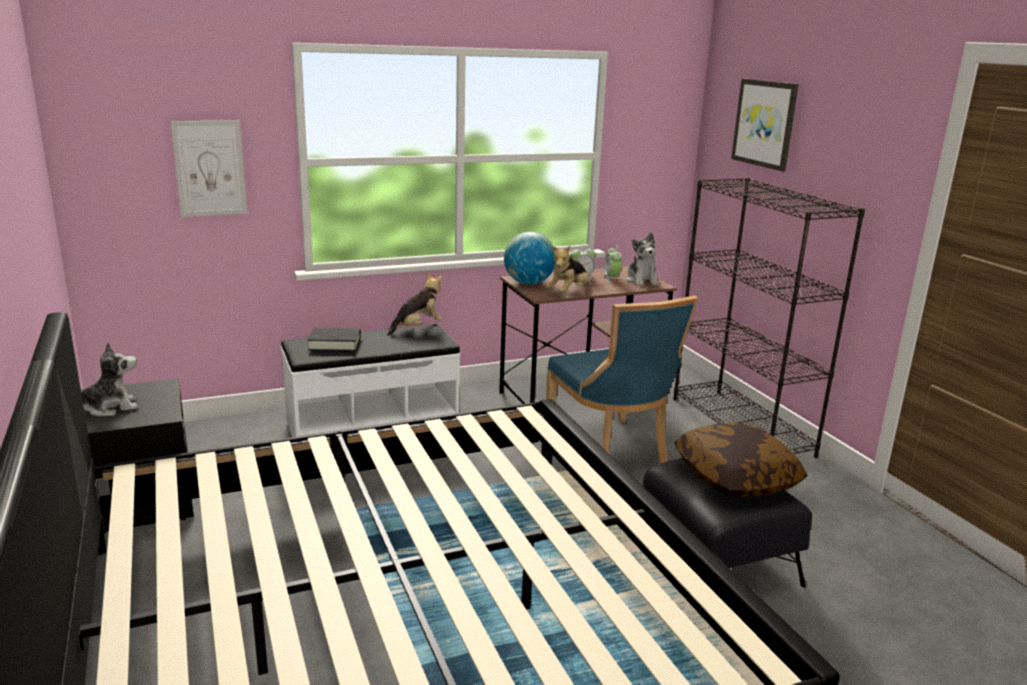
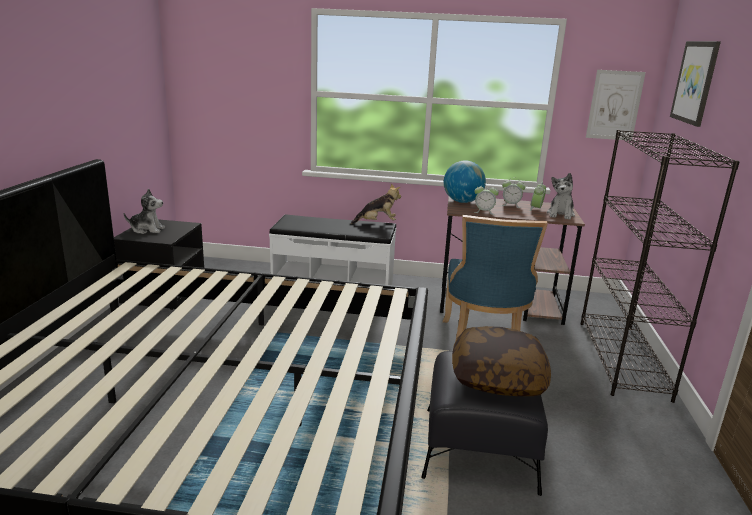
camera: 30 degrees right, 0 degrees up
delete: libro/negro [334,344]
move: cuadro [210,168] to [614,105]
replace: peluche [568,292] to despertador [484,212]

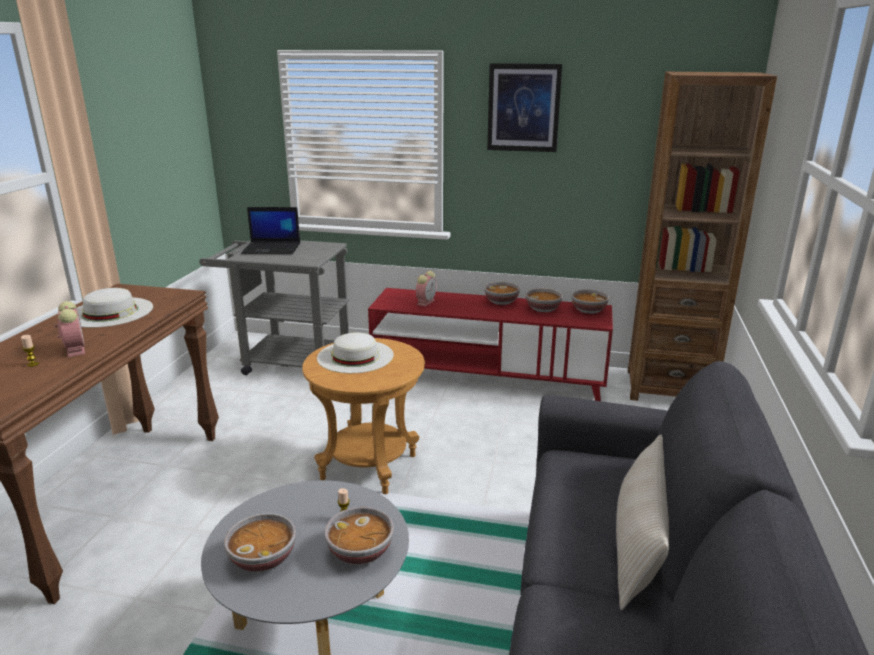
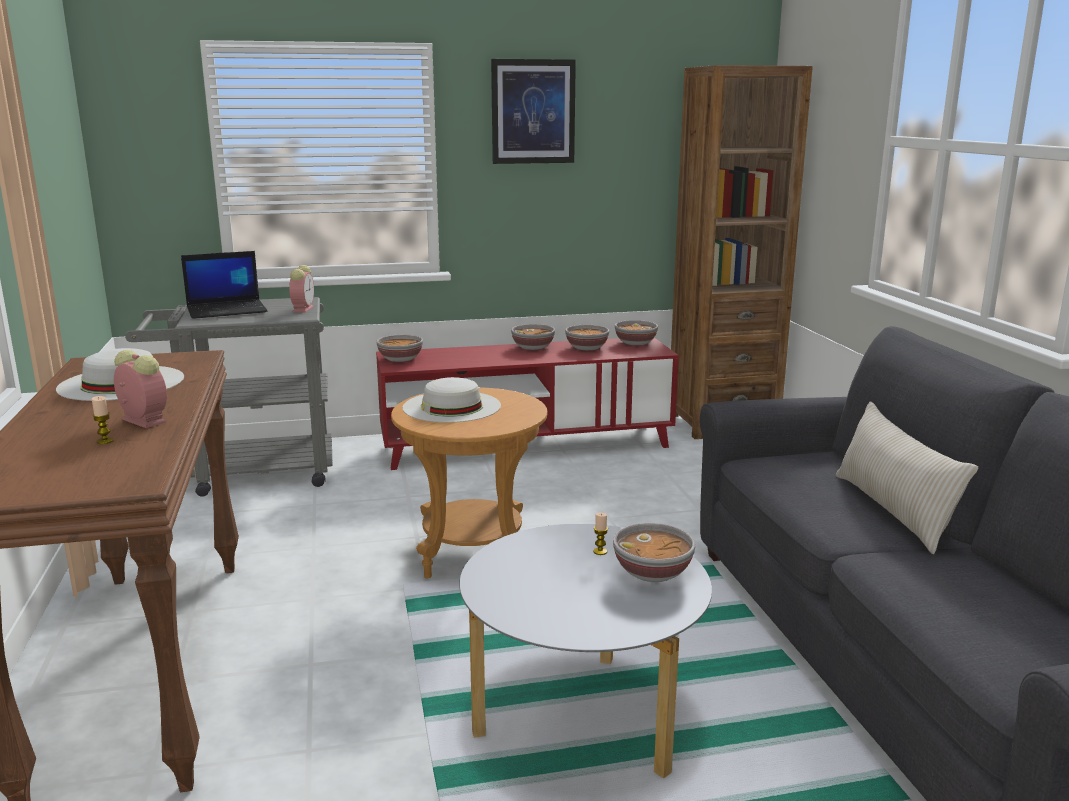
camera: 25 degrees left, 5 degrees down
move: despertador [426,302] to [303,309]; cuenco [263,558] to [400,359]

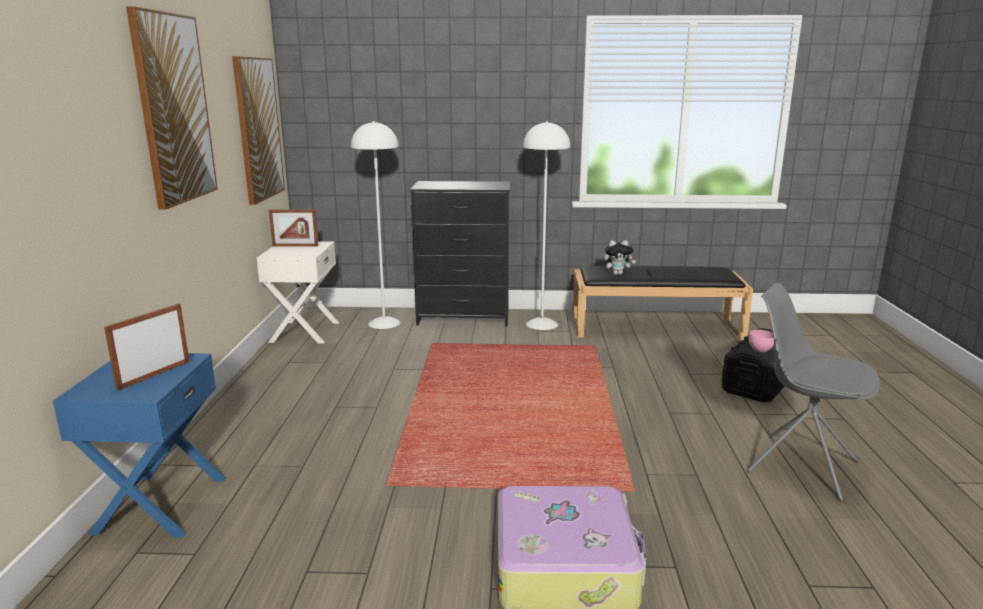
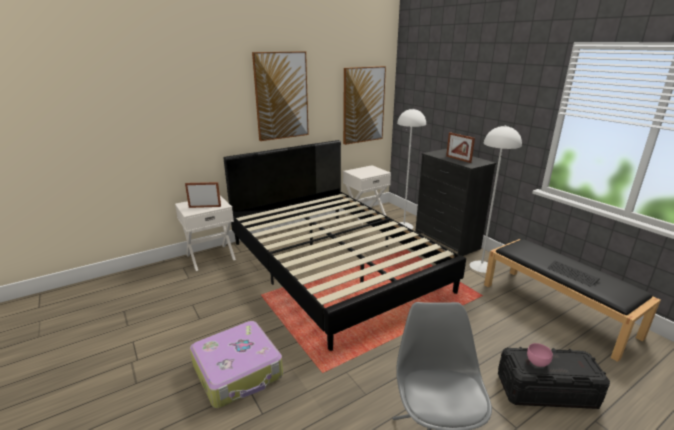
camera: 55 degrees right, 5 degrees up
delete: peluche [617,274]
insert: cama/negro [334,265]
move: portarretratos [295,246] to [458,159]
recolor: mesita de noche/azul [159,505] to mesita de noche/blanco [210,257]

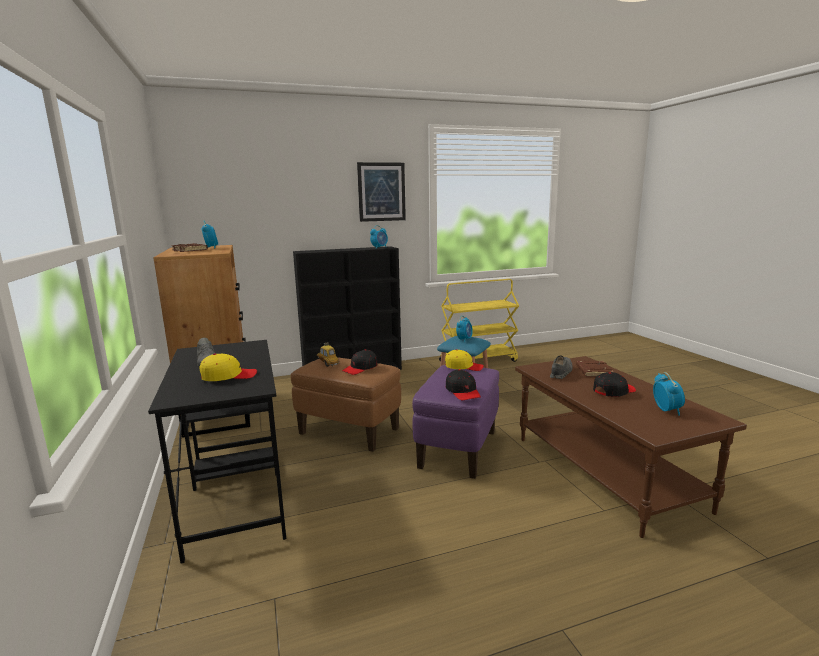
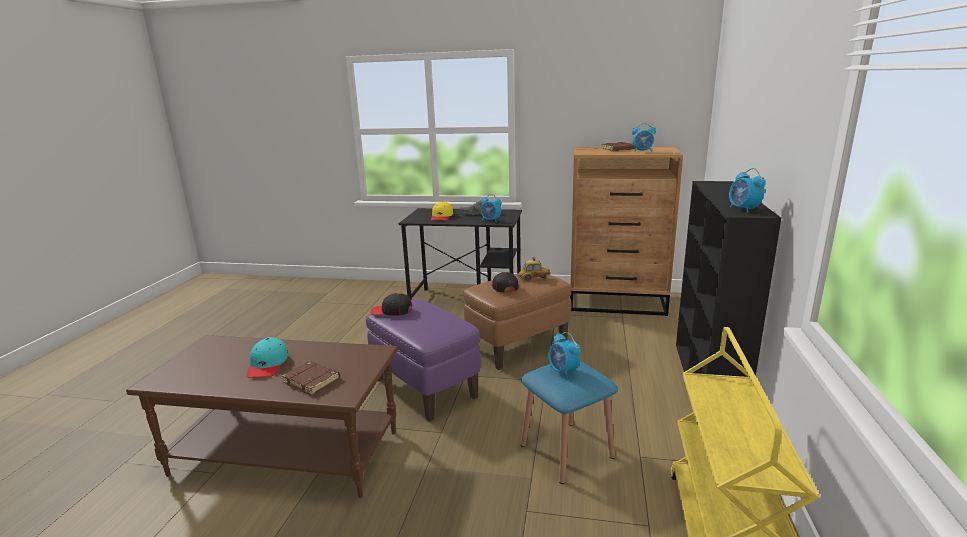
camera: 120 degrees right, 5 degrees up
delete: cuadro [381,192]; gorra/amarillo [463,367]; zapato/gris [560,372]
move: despertador [666,410] to [491,220]
recolor: gorra/negro [613,391] to gorra/turquesa [267,365]

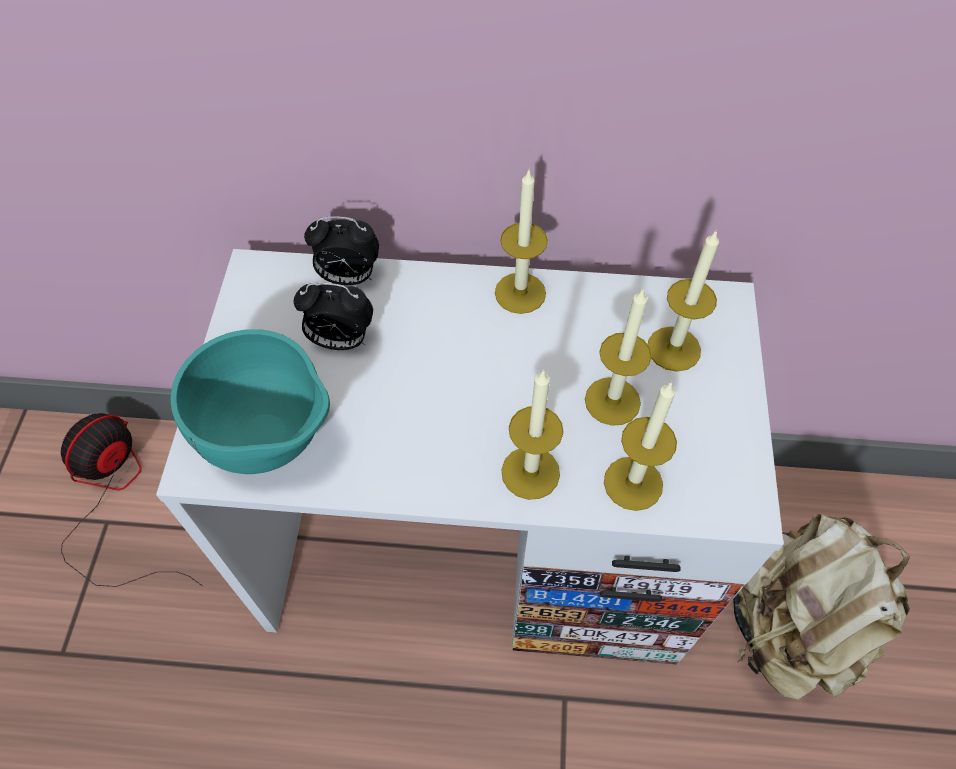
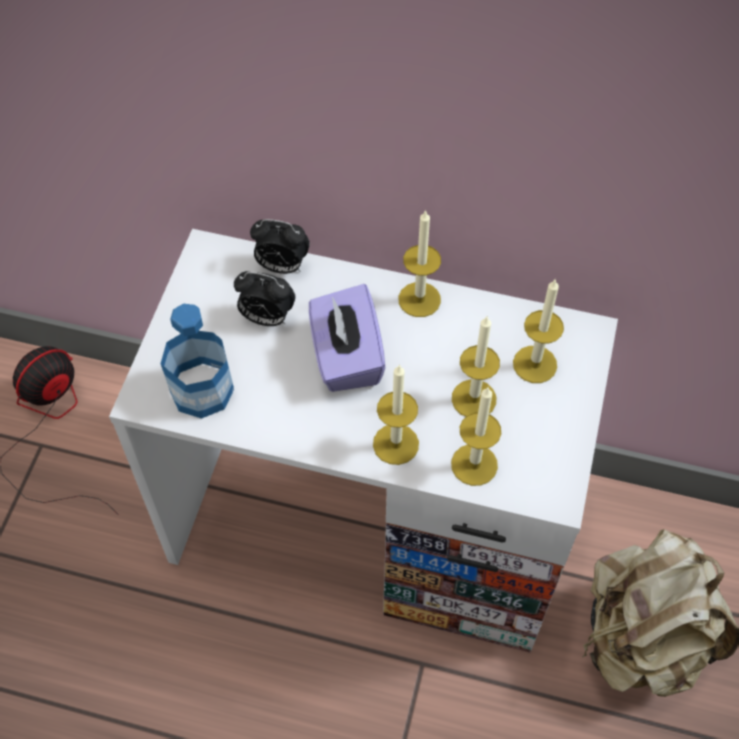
camera: 10 degrees right, 0 degrees up
insert: caja de pañuelos/morado [346,357]
replace: cuenco/turquesa [273,442] to botella [202,390]

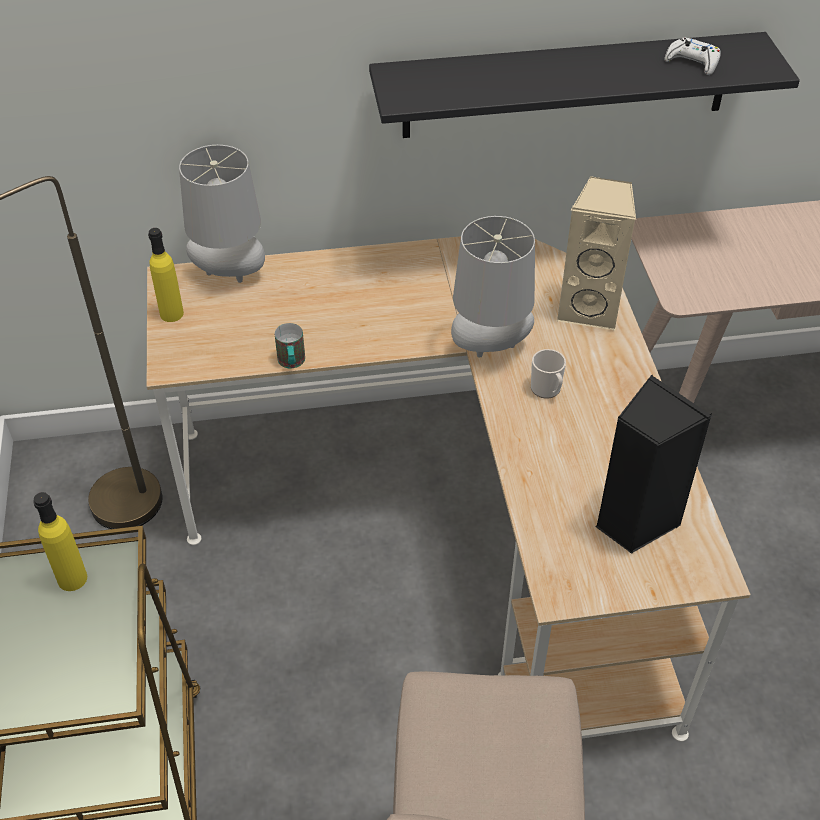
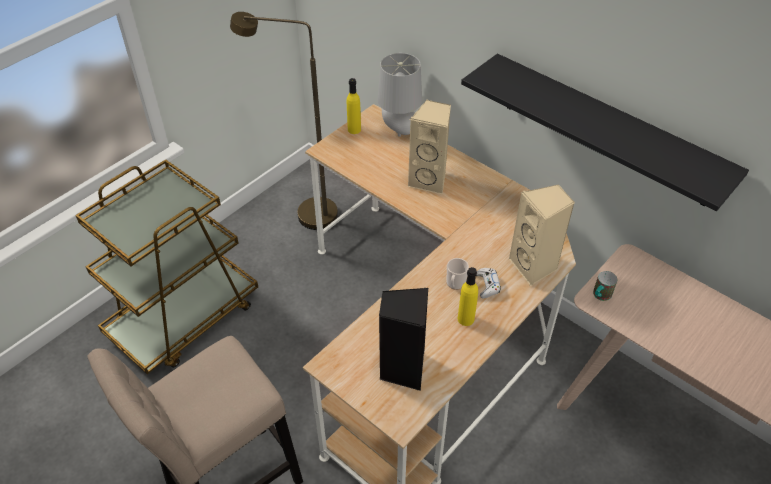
camera: 50 degrees right, 0 degrees up
delete: lámpara de mesa/gris [489,350]
insert: altavoz/beis [429,180]
move: mando de consola/blanco [692,62] to [487,285]; taza grande [292,363] to [600,296]; botella/amarillo [72,578] to [466,319]

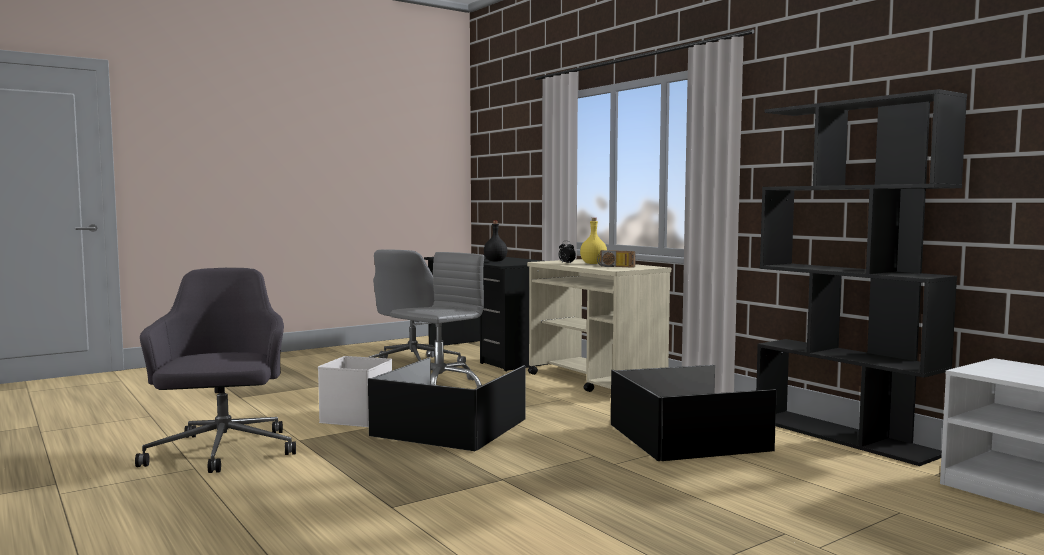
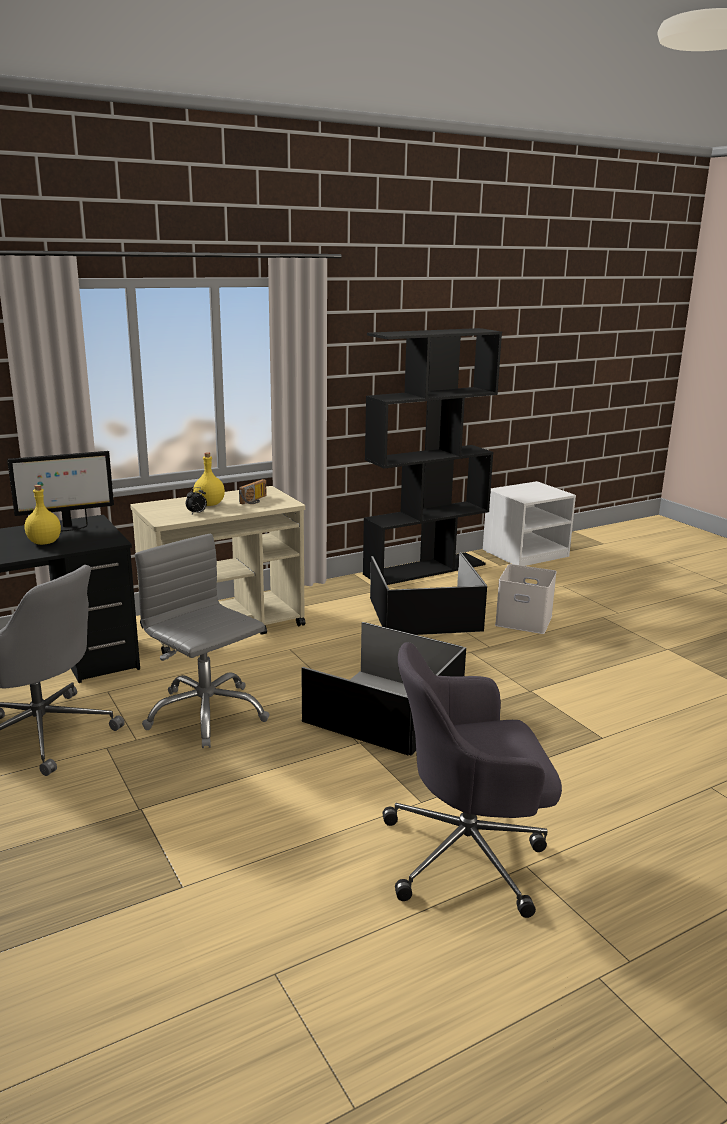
camera: 85 degrees left, 15 degrees up
insert: monitor [67,528]
move: caja de almacenaje/blanco [357,417] to [525,620]
recolor: botella/negro [495,261] to botella/amarillo [44,543]

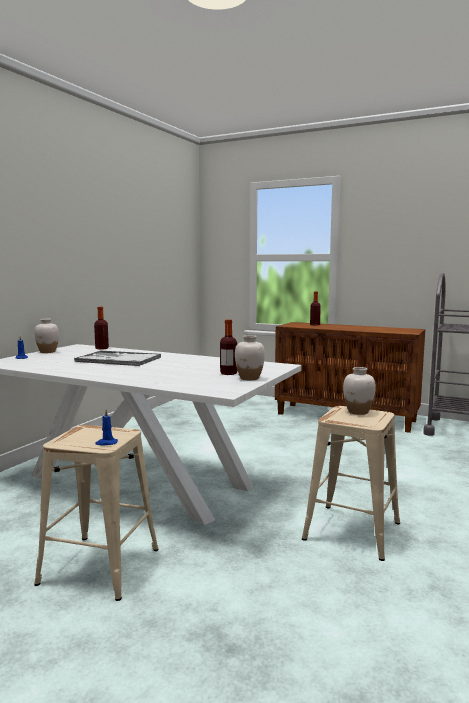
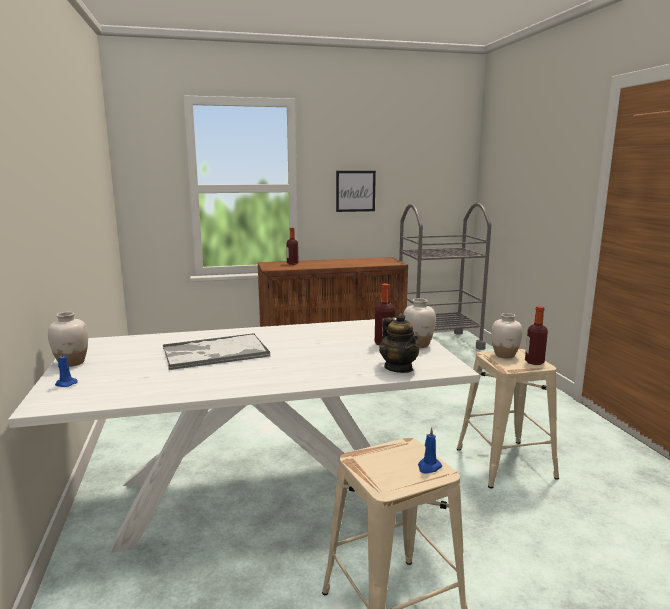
camera: 40 degrees left, 5 degrees up
insert: cuadro [355,191]; tetera [399,368]
move: botella [102,348] to [534,362]

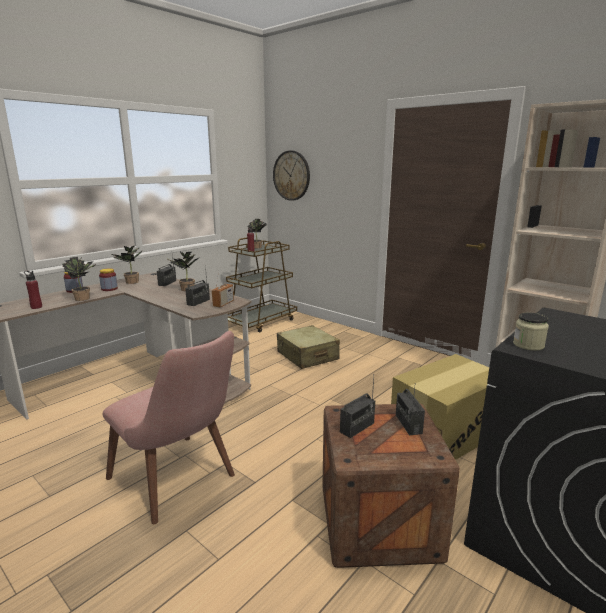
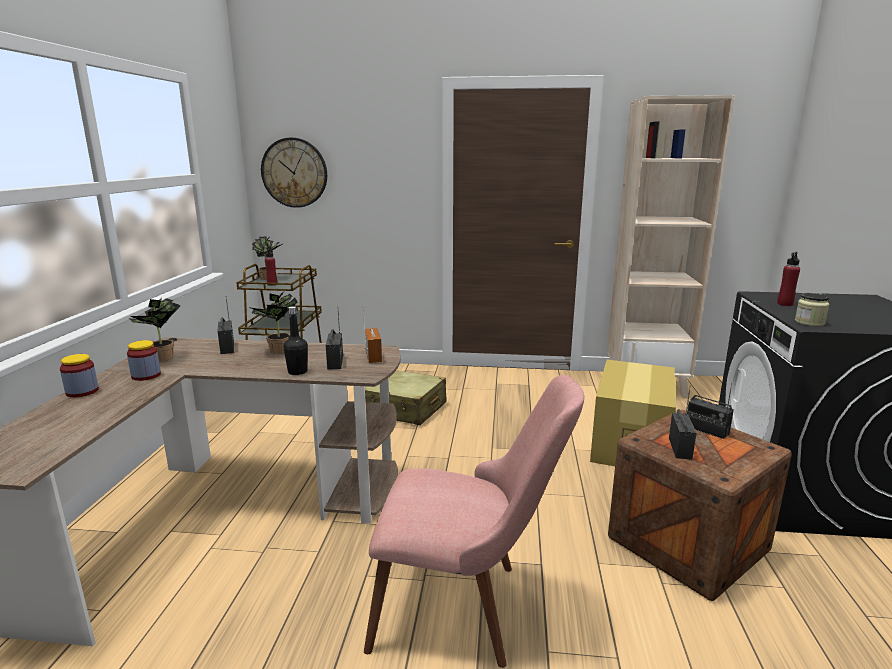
camera: 35 degrees left, 0 degrees up
delete: planta en maceta [84,298]
insert: botella/negro [297,372]
move: botella/rojo [36,307] to [784,304]

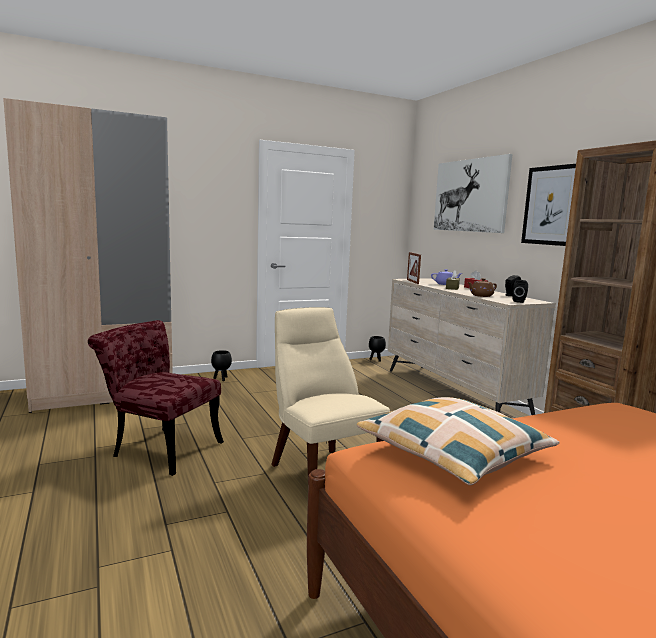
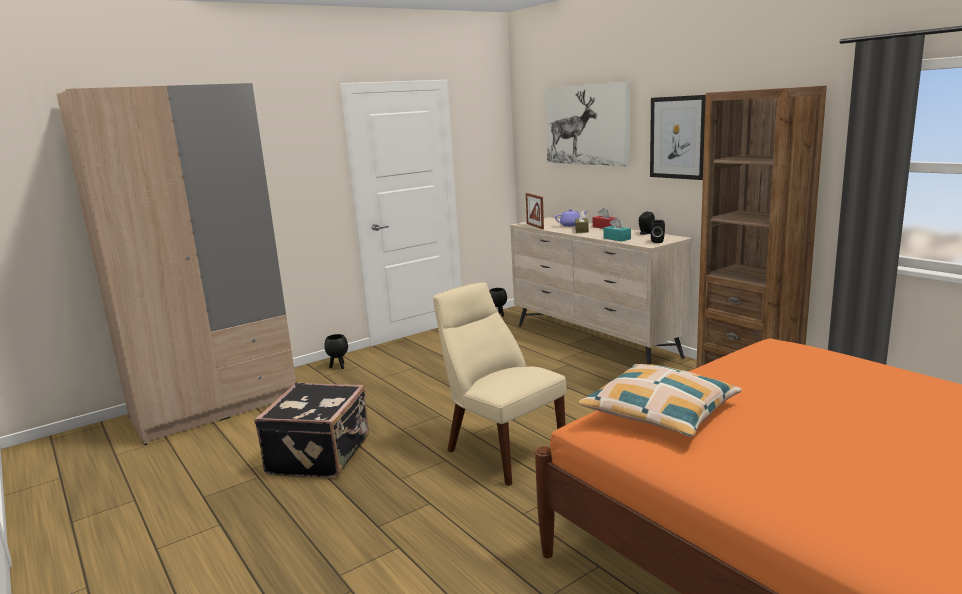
camera: 10 degrees left, 5 degrees up
replace: tetera/marrón [481,296] to caja de pañuelos/turquesa [617,238]; silla/rojo [159,447] to maleta/negro [321,455]

